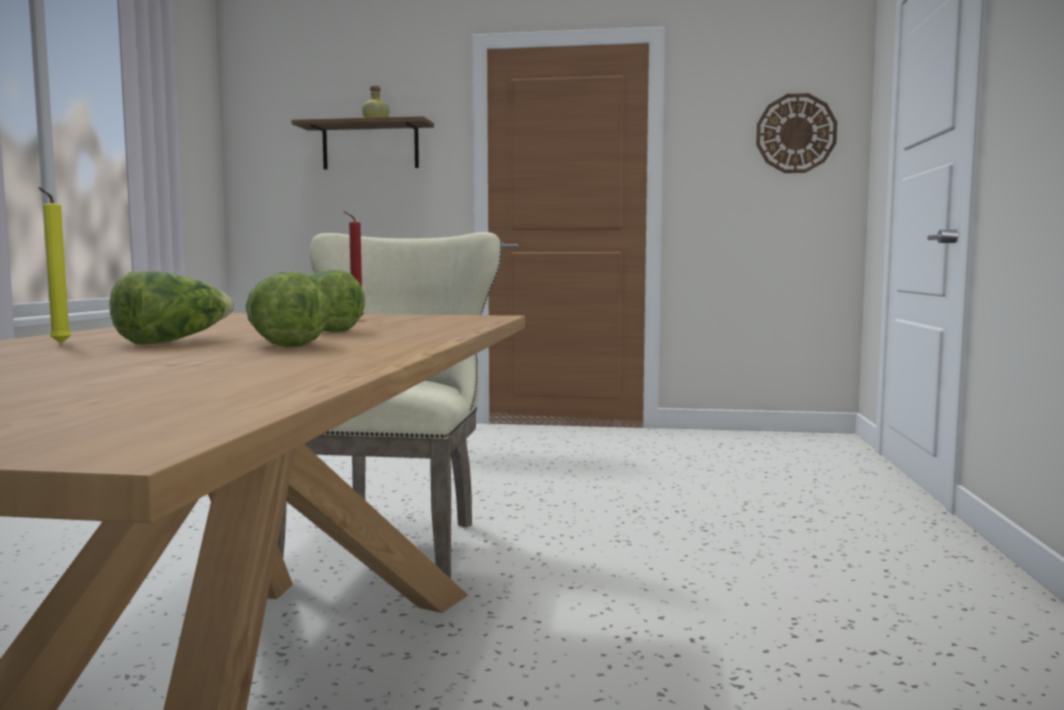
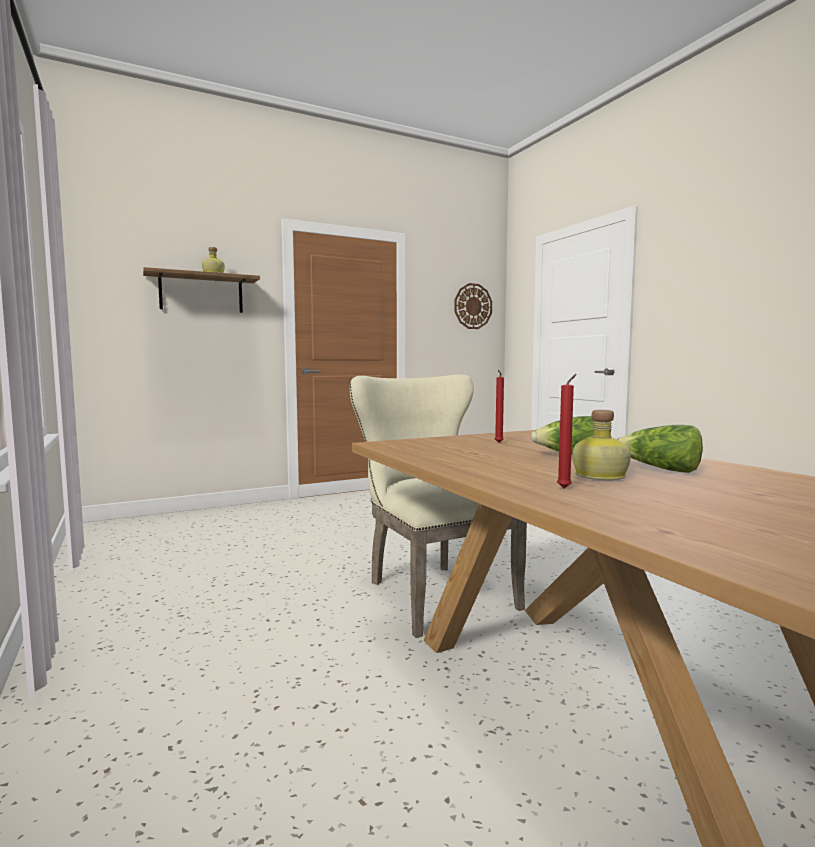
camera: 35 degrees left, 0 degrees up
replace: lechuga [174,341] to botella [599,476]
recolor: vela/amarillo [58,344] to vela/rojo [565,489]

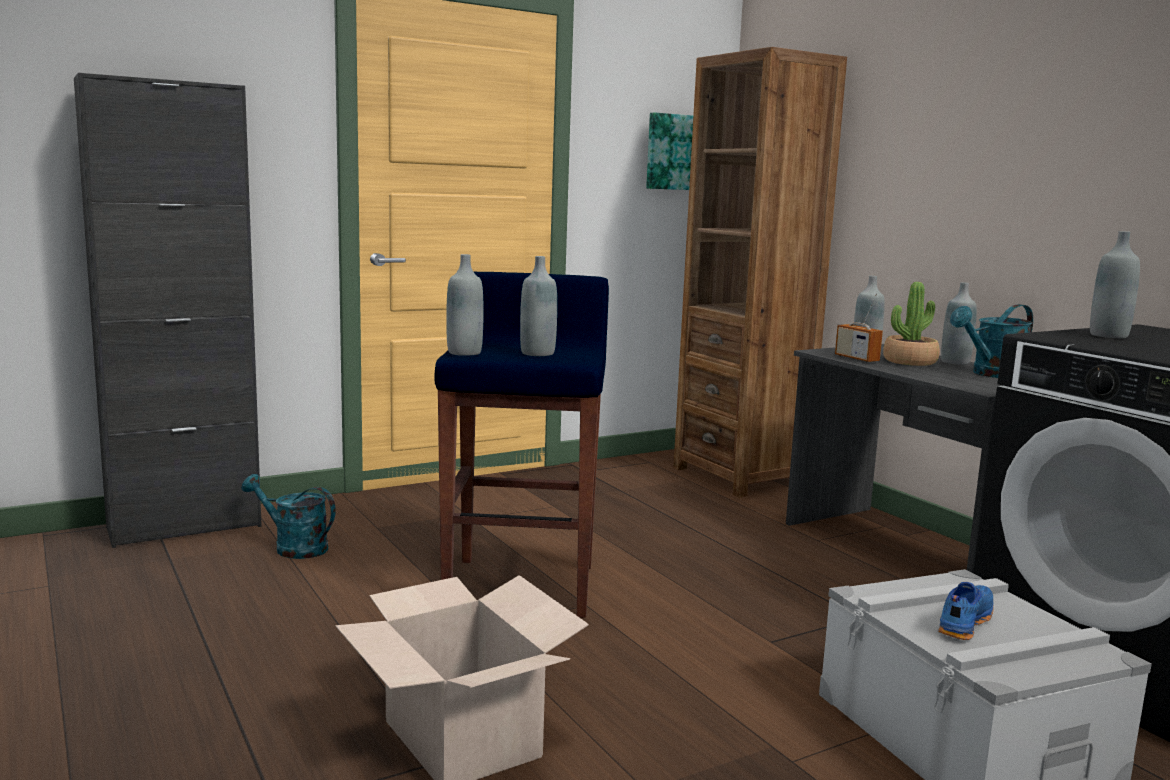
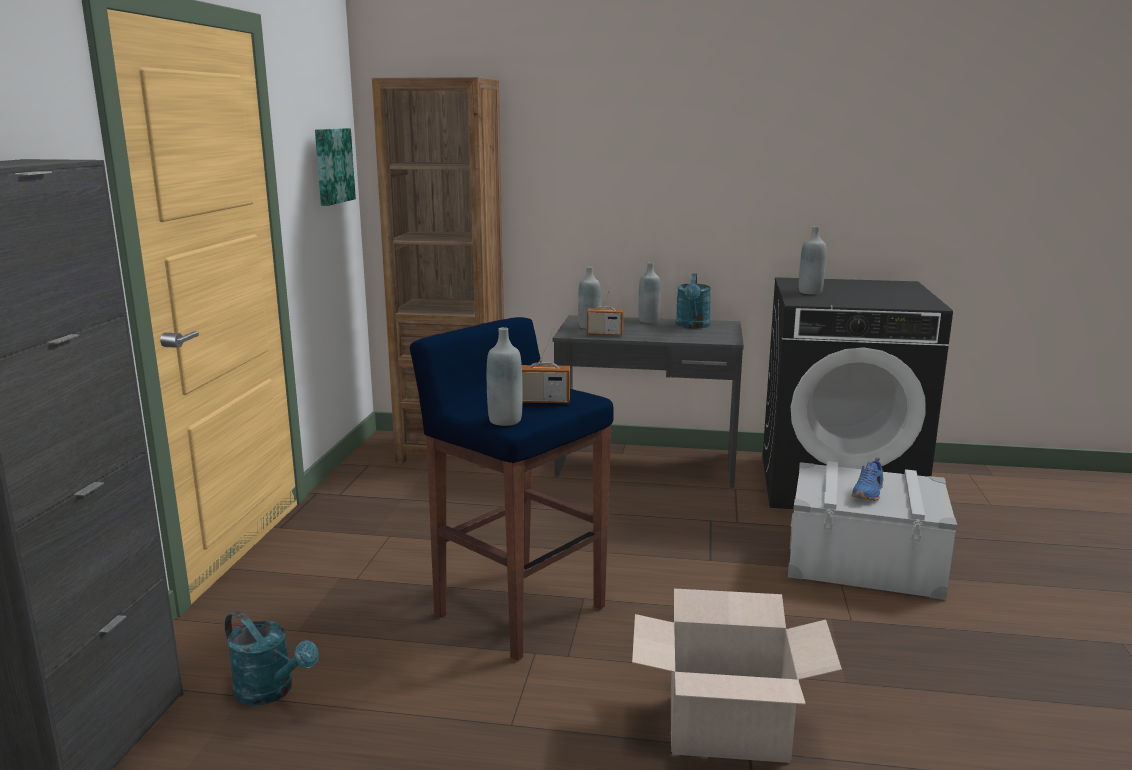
camera: 50 degrees left, 5 degrees up
delete: planta en maceta [909,361]
replace: botella/gris [537,353] to radio [544,401]
rotate: regadera/turquesa [293,547] = [271,691] 120 degrees counterclockwise; zapato/azul [963,622] = [868,493] 135 degrees counterclockwise

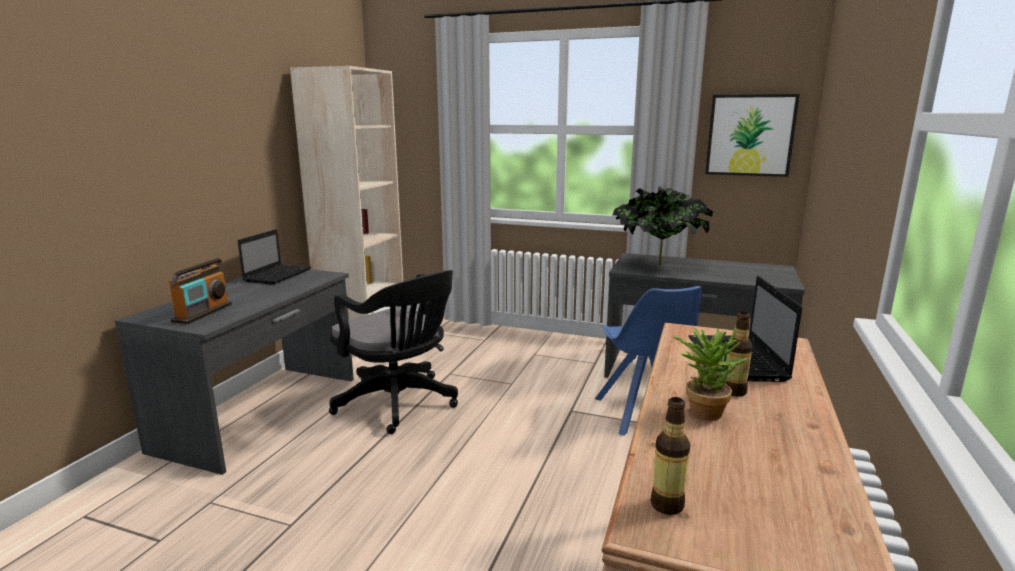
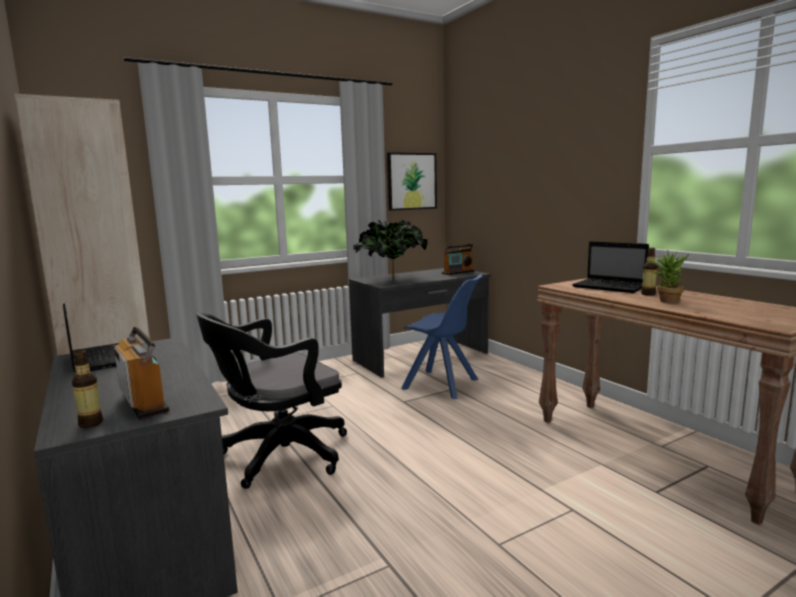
camera: 50 degrees left, 5 degrees down
insert: radio [458,272]
move: botella [667,505] to [91,423]
rotate: silla de oficina/negro [400,404] = [279,456] 150 degrees clockwise

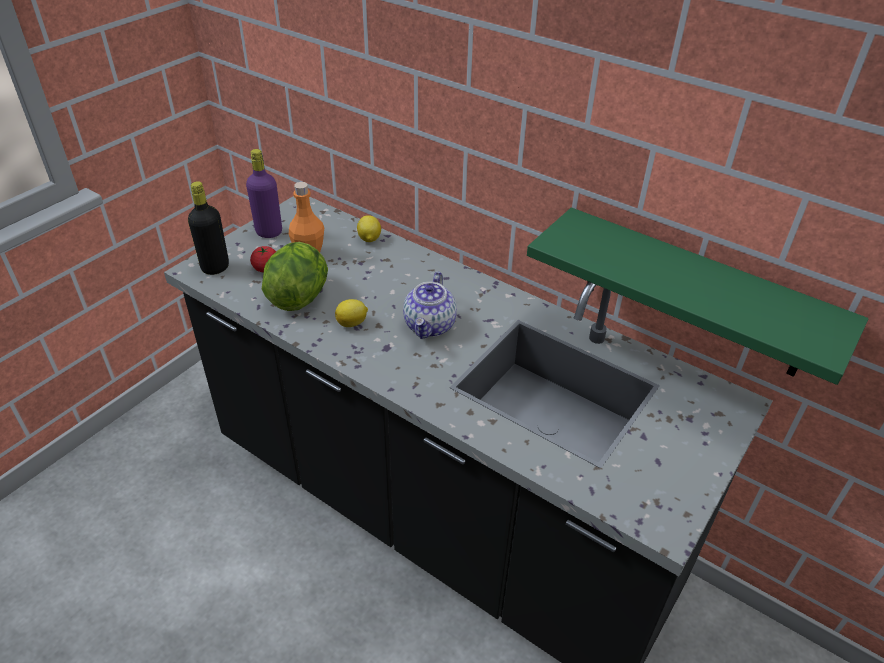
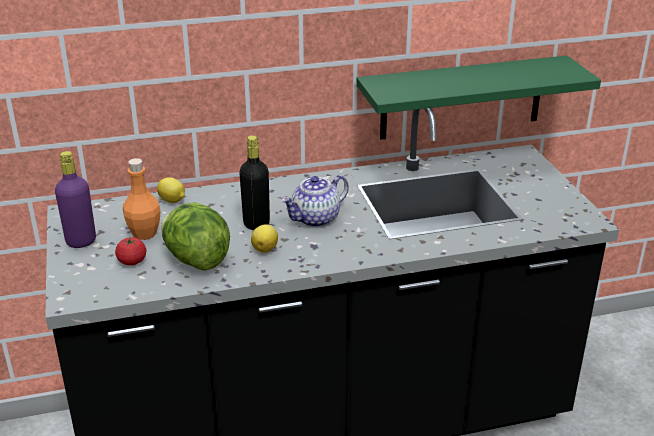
camera: 50 degrees left, 10 degrees down
move: botella/negro [215,267] to [256,224]
rotate: tetera [430,326] = [316,219] 90 degrees clockwise

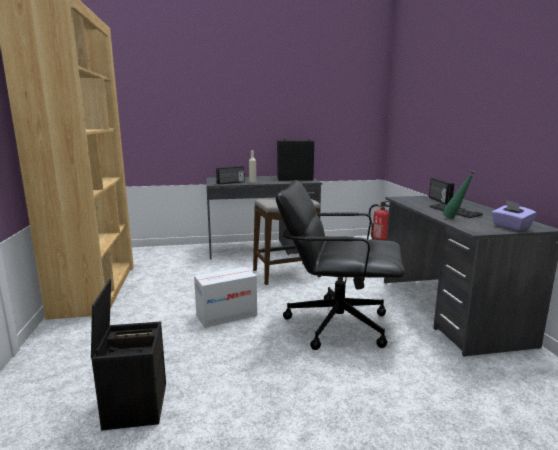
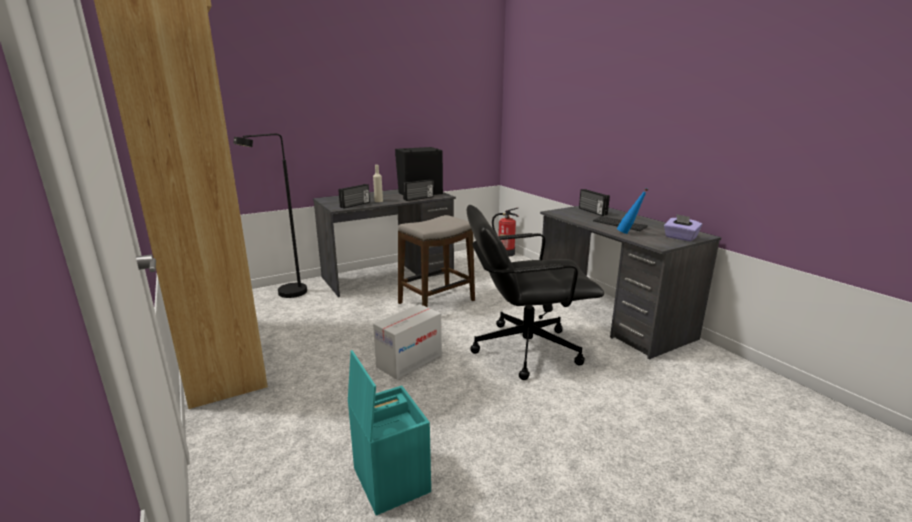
camera: 20 degrees left, 5 degrees up
insert: lámpara de pie/negro [286,295]; radio [418,198]
recolor: botella/verde [455,218] to botella/azul [629,233]; caja de almacenaje/negro [135,404] to caja de almacenaje/turquesa [389,479]

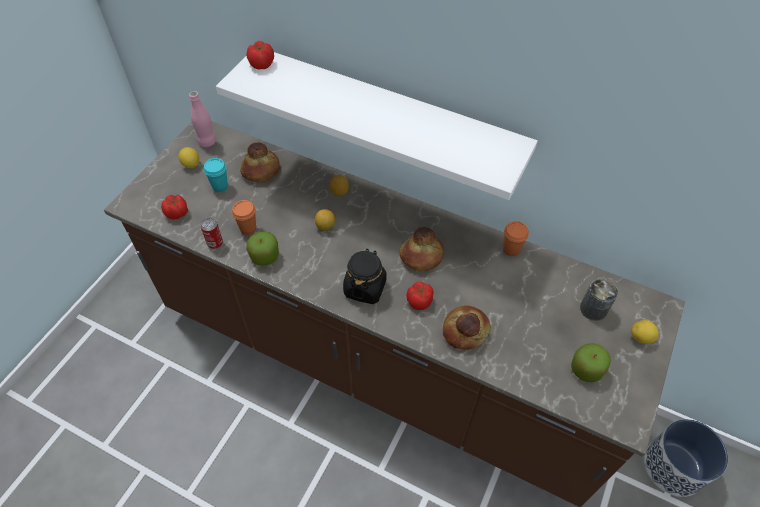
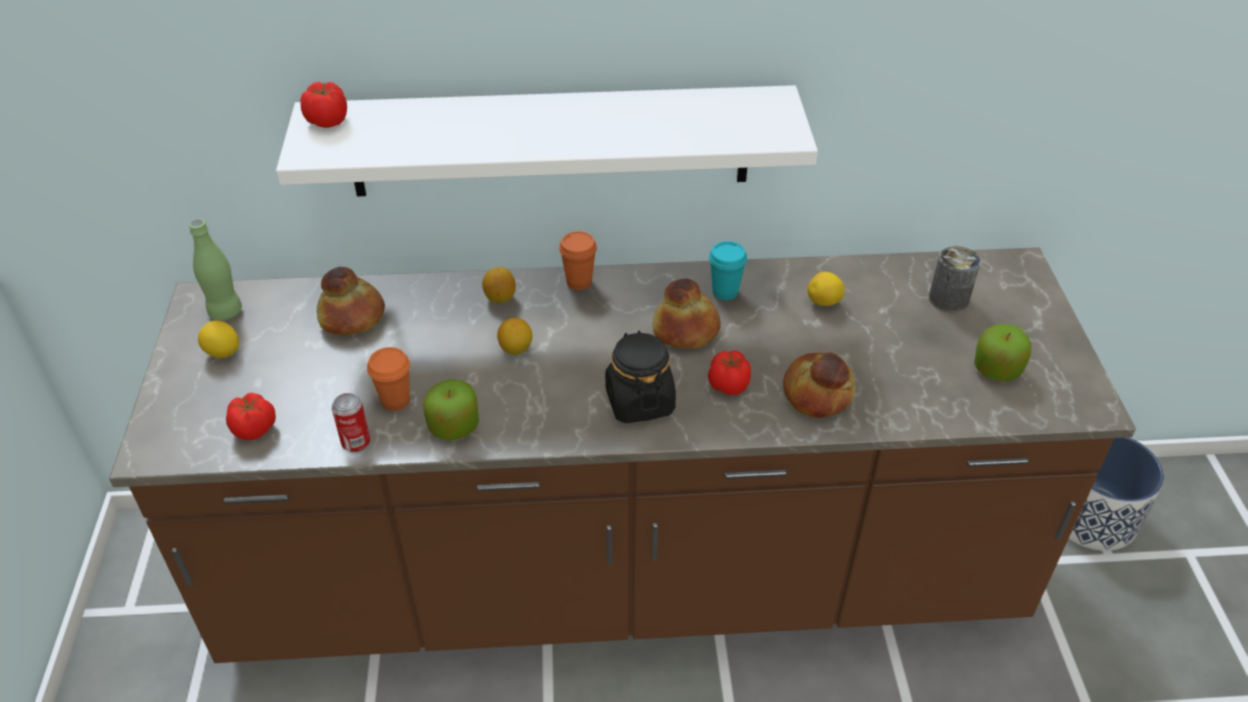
camera: 30 degrees left, 10 degrees down
move: taza/turquesa [220,186] to [725,292]; taza/naranja [511,250] to [579,282]; limón [641,338] to [824,302]
recolor: botella/rosa [207,142] to botella/verde [225,312]

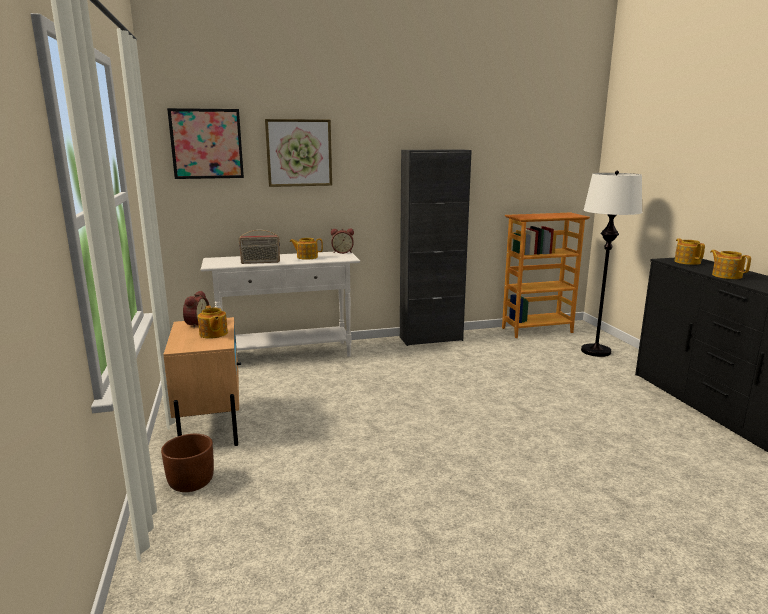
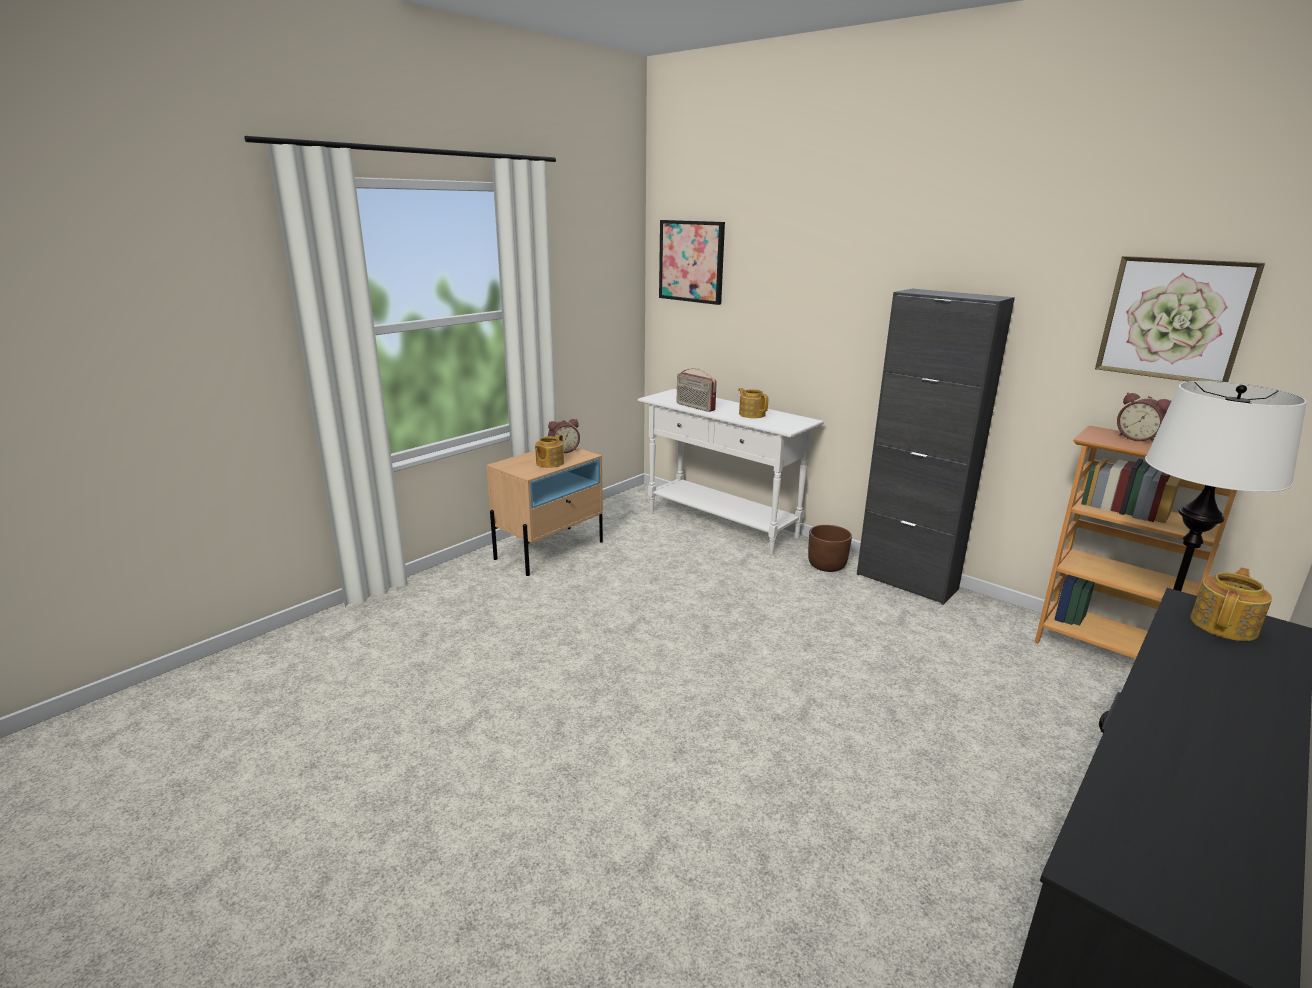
camera: 55 degrees right, 5 degrees up
delete: tetera [726,276]
move: cuadro [299,153] to [1174,319]; despertador [342,252] to [1138,438]; maceta/marrón [191,482] to [826,565]

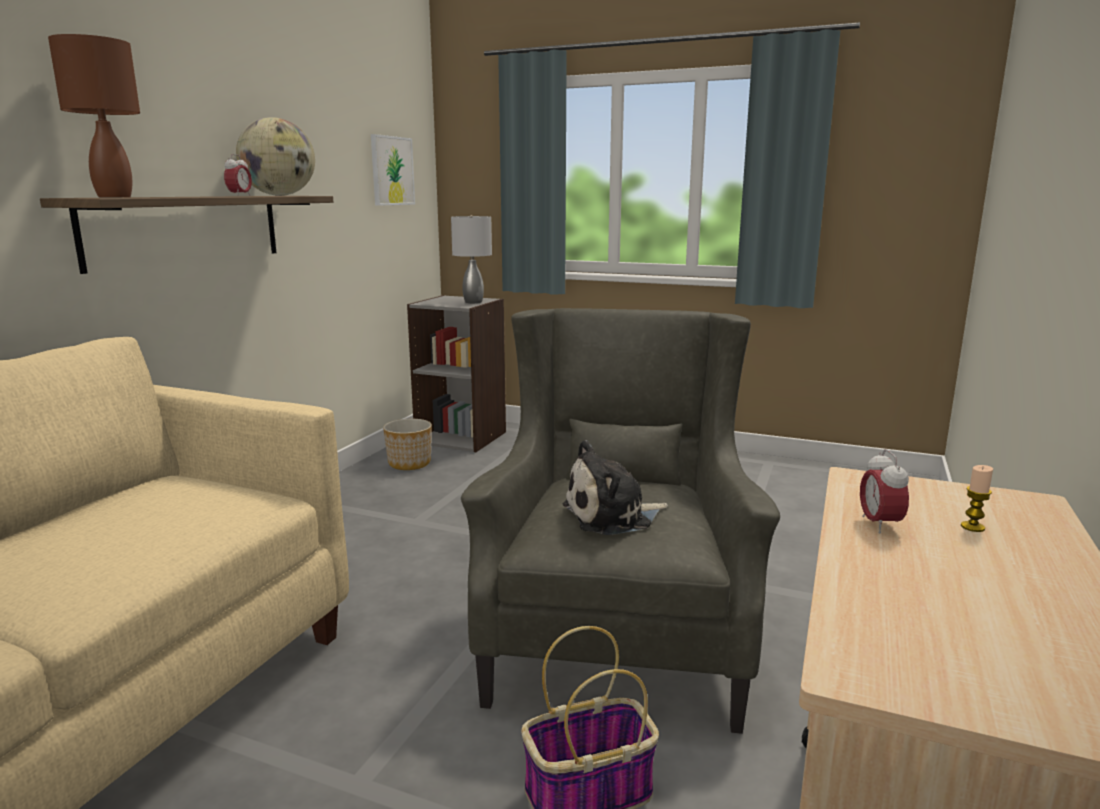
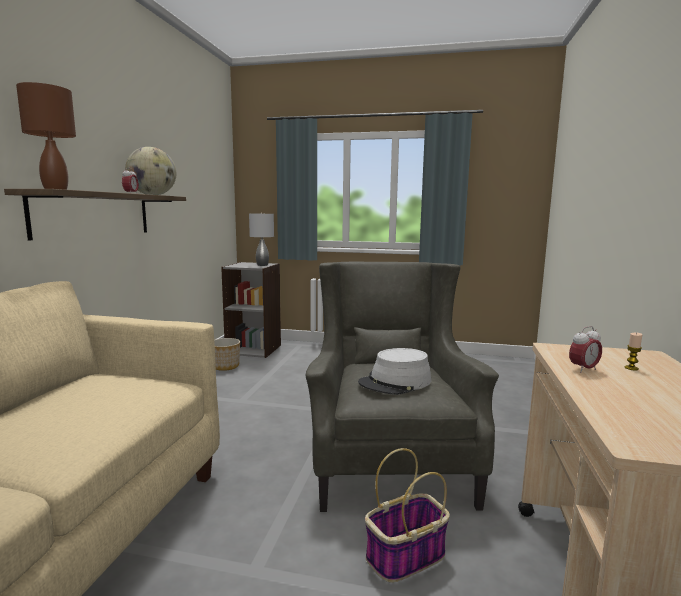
camera: 10 degrees left, 5 degrees down
delete: cuadro [392,171]
replace: peluche [612,516] to sombrero/gris [395,382]
rotate: despertador [879,525] = [583,369] 105 degrees counterclockwise

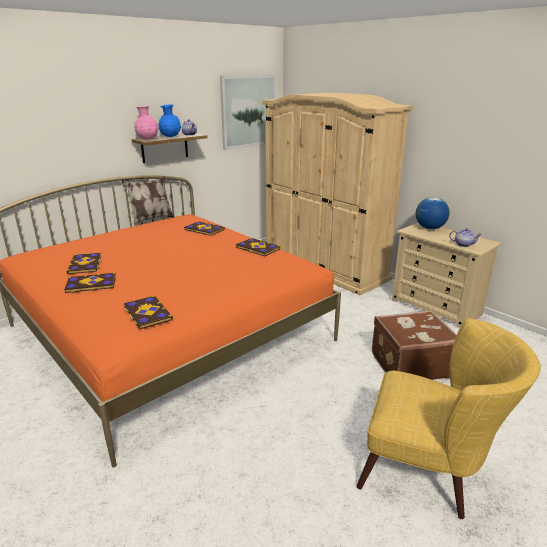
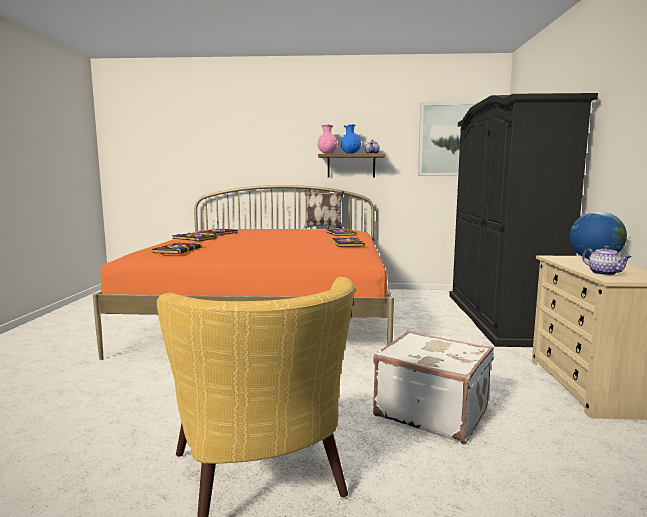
camera: 45 degrees right, 15 degrees down
recolor: armario ropero/beis [324,266] to armario ropero/negro [500,317]; maleta/marrón [409,364] to maleta/blanco [432,411]

